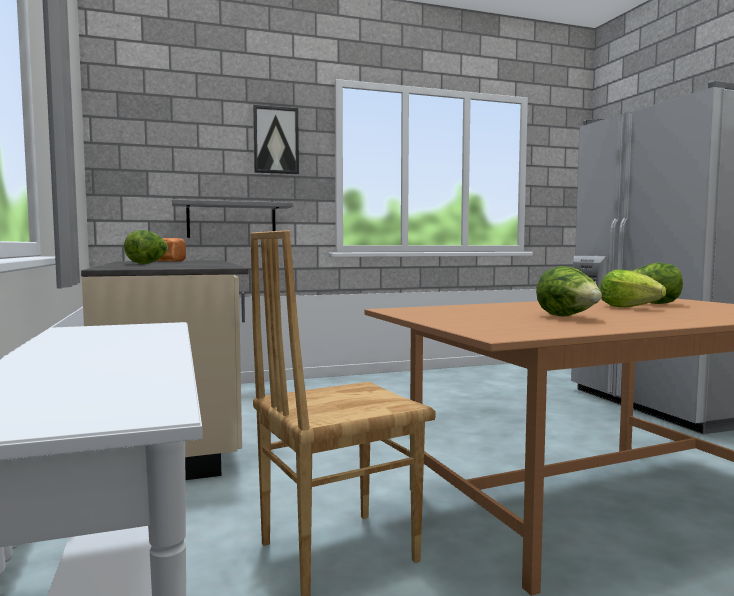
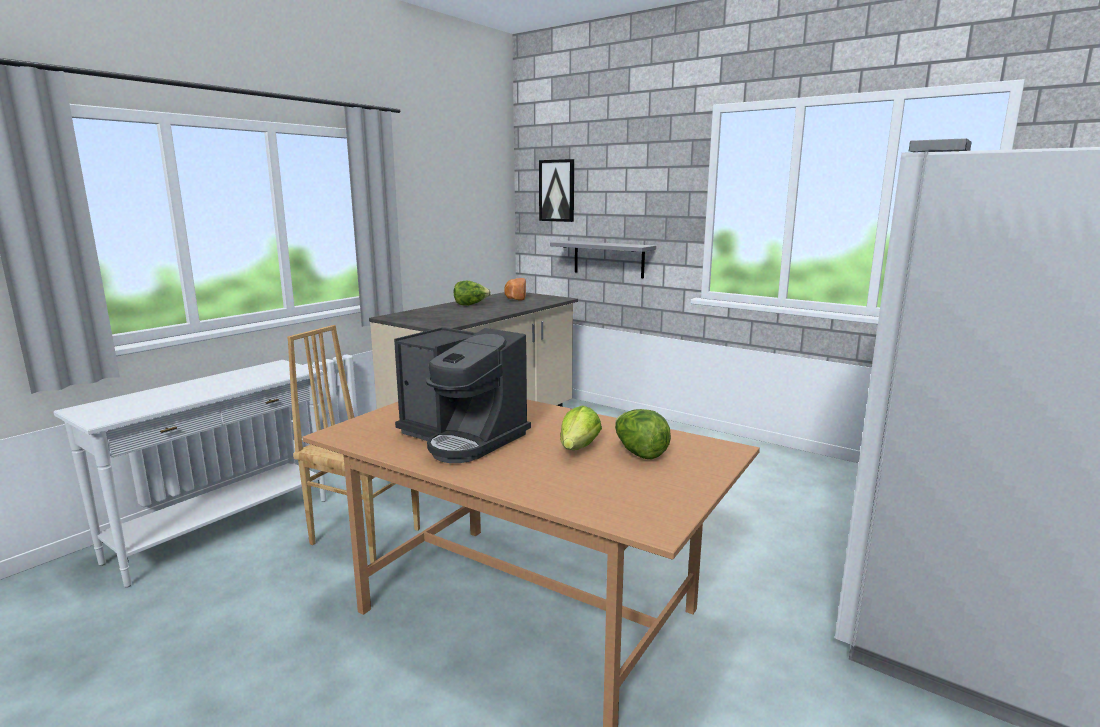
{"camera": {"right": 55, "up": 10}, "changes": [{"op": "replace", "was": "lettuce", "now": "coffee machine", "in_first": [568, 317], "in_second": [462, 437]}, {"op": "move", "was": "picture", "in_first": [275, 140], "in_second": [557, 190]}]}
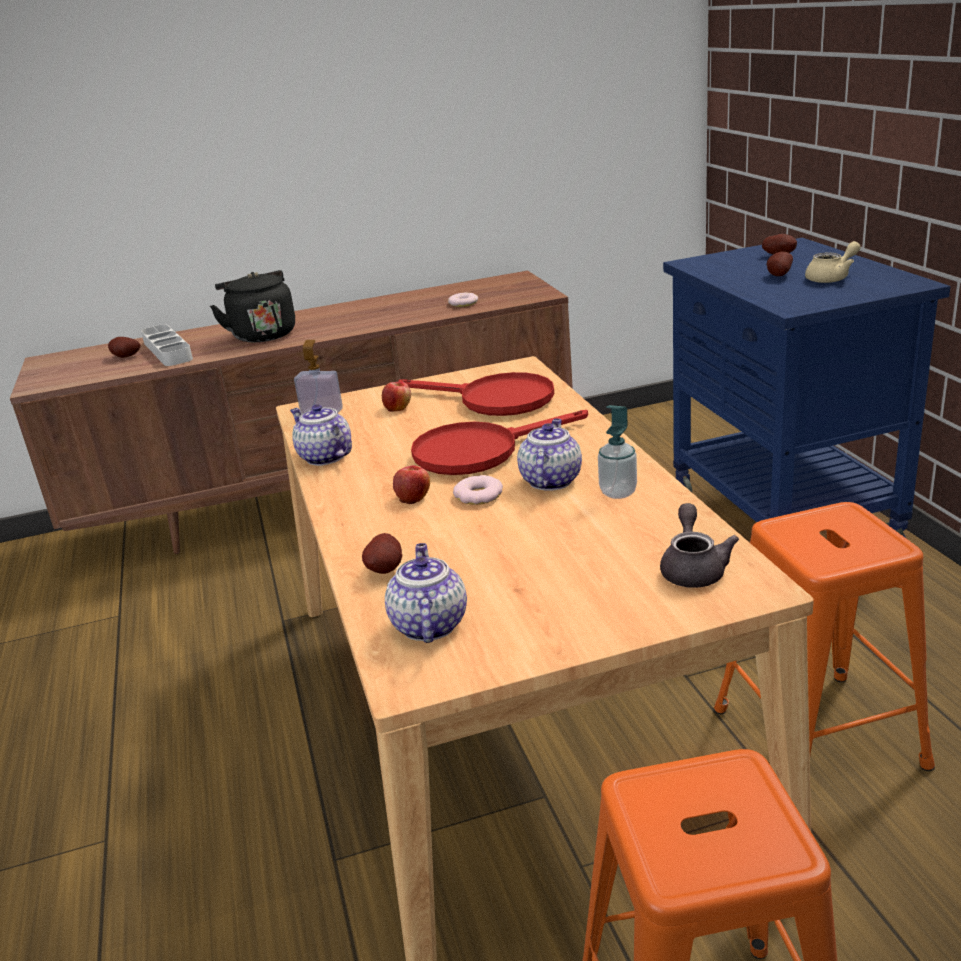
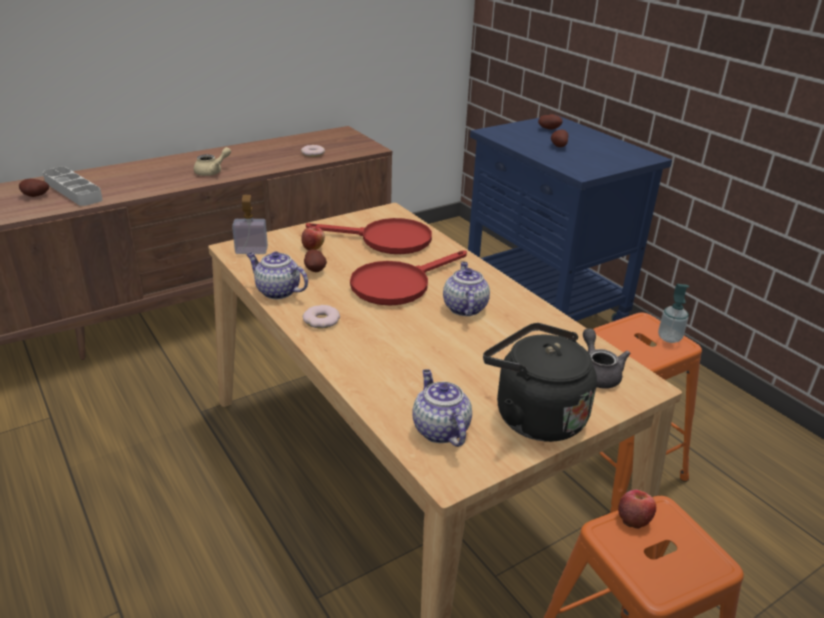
{"camera": {"right": -20, "up": 5}, "changes": [{"op": "move", "was": "beige teapot", "in_first": [832, 278], "in_second": [212, 172]}, {"op": "move", "was": "donut", "in_first": [479, 495], "in_second": [321, 320]}, {"op": "move", "was": "potato", "in_first": [386, 570], "in_second": [315, 270]}, {"op": "move", "was": "black kettle", "in_first": [262, 334], "in_second": [534, 416]}, {"op": "move", "was": "apple", "in_first": [413, 497], "in_second": [634, 518]}, {"op": "move", "was": "soap dispenser", "in_first": [618, 492], "in_second": [669, 338]}]}
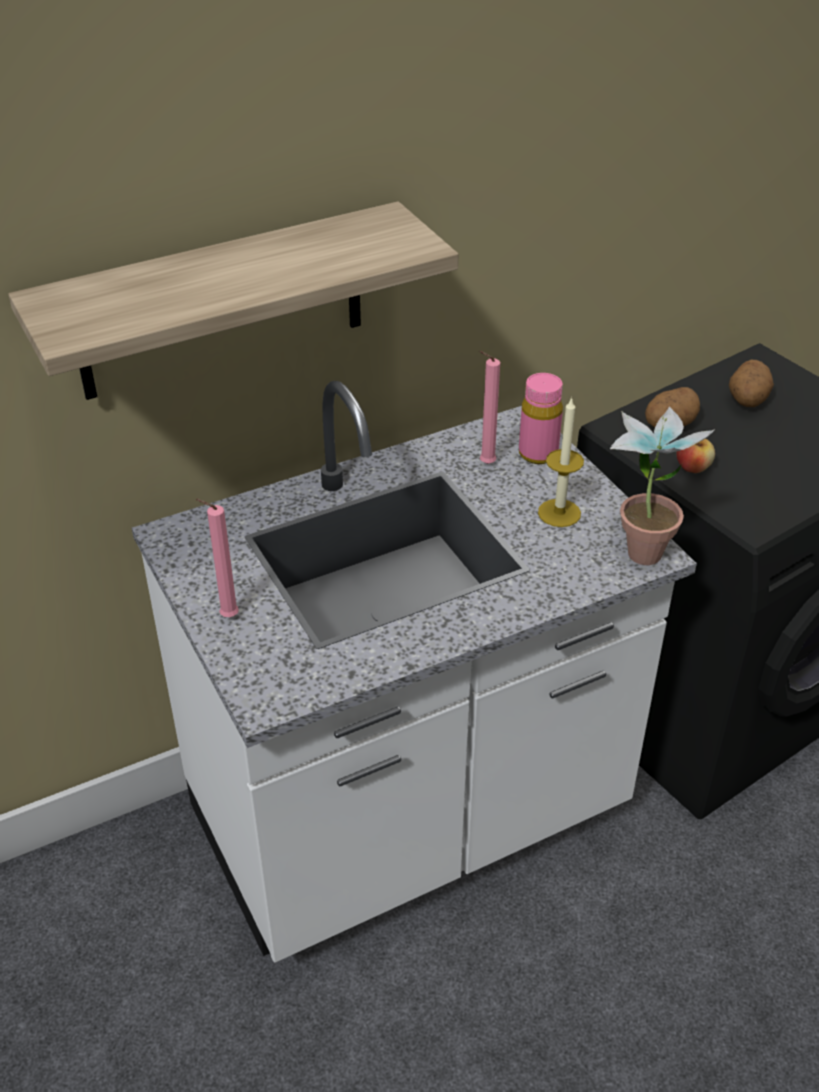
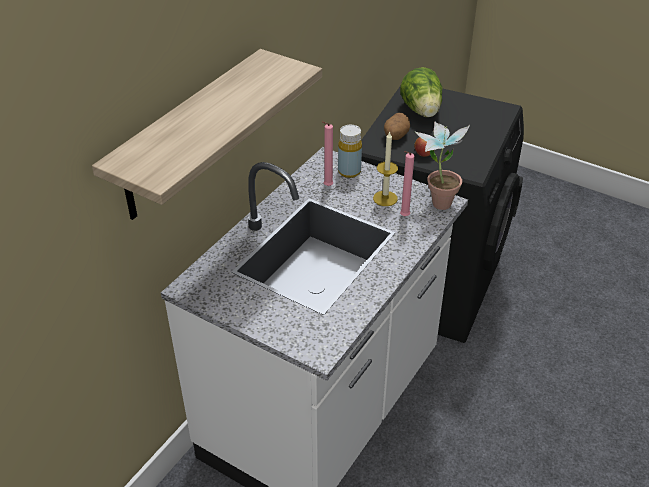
{"camera": {"right": -30, "up": 0}, "changes": [{"op": "recolor", "was": "pink bottle", "now": "yellow bottle", "in_first": [538, 453], "in_second": [349, 172]}, {"op": "replace", "was": "potato", "now": "lettuce", "in_first": [747, 400], "in_second": [422, 111]}, {"op": "move", "was": "pink candle", "in_first": [226, 616], "in_second": [403, 217]}]}
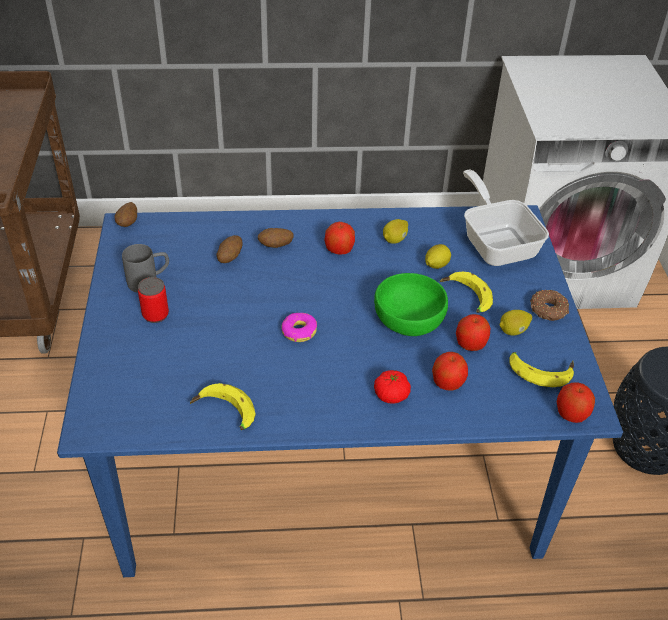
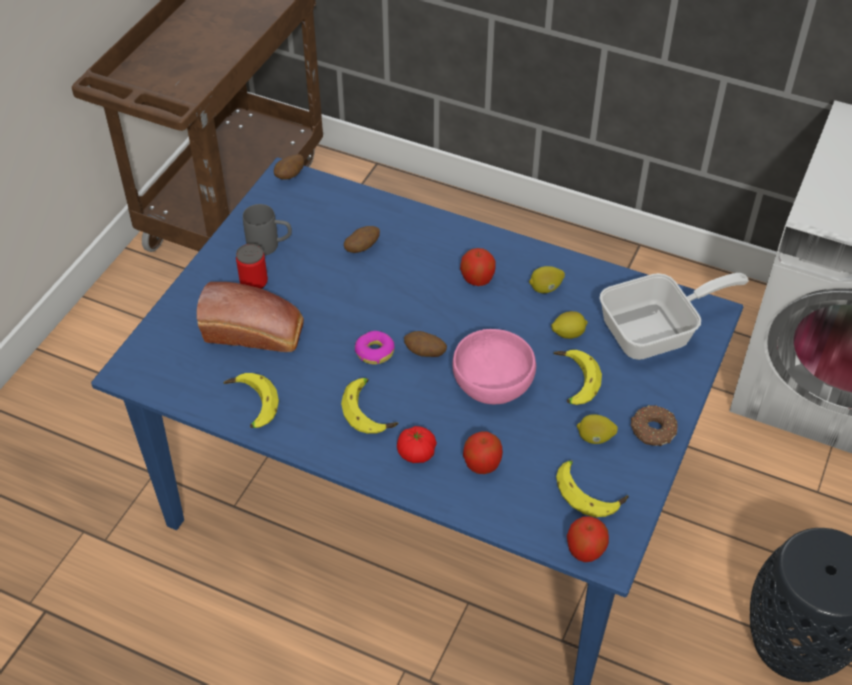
{"camera": {"right": 30, "up": 5}, "changes": [{"op": "insert", "now": "bread", "in_second": [256, 333]}, {"op": "insert", "now": "banana", "in_second": [371, 410]}, {"op": "move", "was": "potato", "in_first": [275, 246], "in_second": [425, 353]}, {"op": "recolor", "was": "green bowl", "now": "pink bowl", "in_first": [409, 321], "in_second": [492, 384]}, {"op": "rotate", "was": "frying pan", "in_first": [496, 242], "in_second": [657, 332], "clockwise": 60}, {"op": "delete", "was": "apple", "in_first": [470, 345]}]}
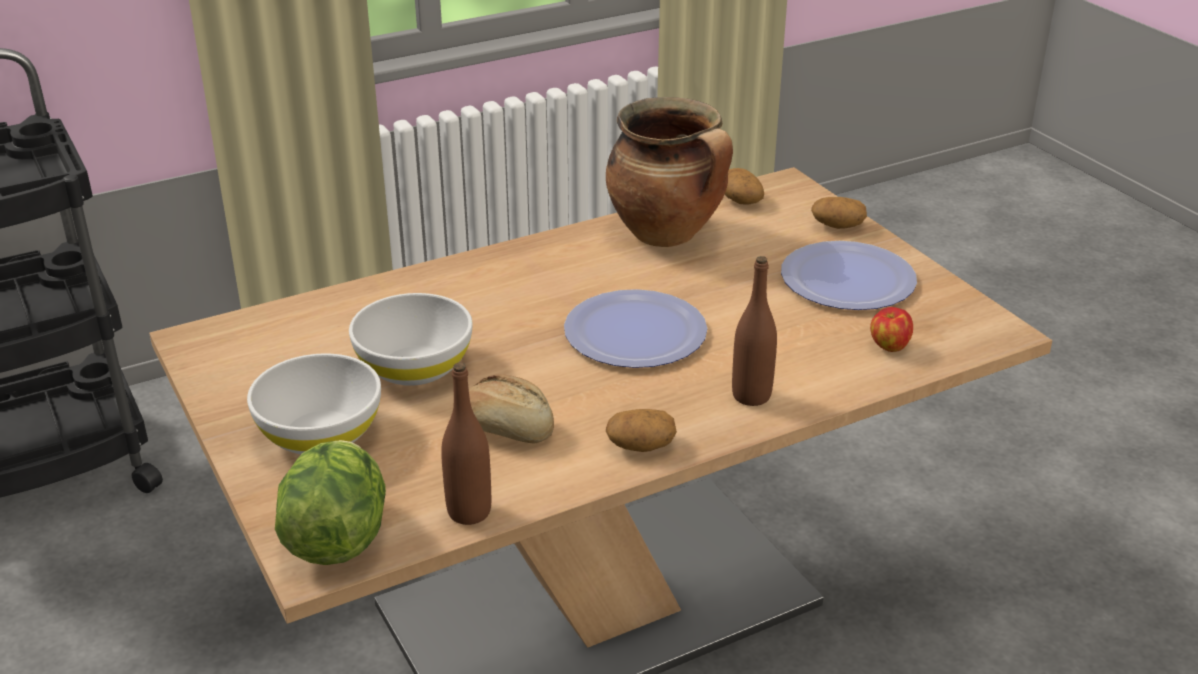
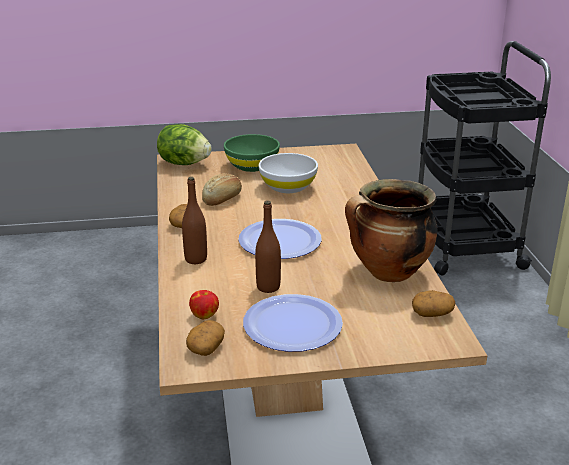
{"camera": {"right": 110, "up": -5}, "changes": [{"op": "move", "was": "potato", "in_first": [837, 225], "in_second": [206, 347]}, {"op": "recolor", "was": "white bowl", "now": "green bowl", "in_first": [321, 434], "in_second": [252, 166]}, {"op": "move", "was": "brown bottle", "in_first": [469, 512], "in_second": [268, 287]}]}
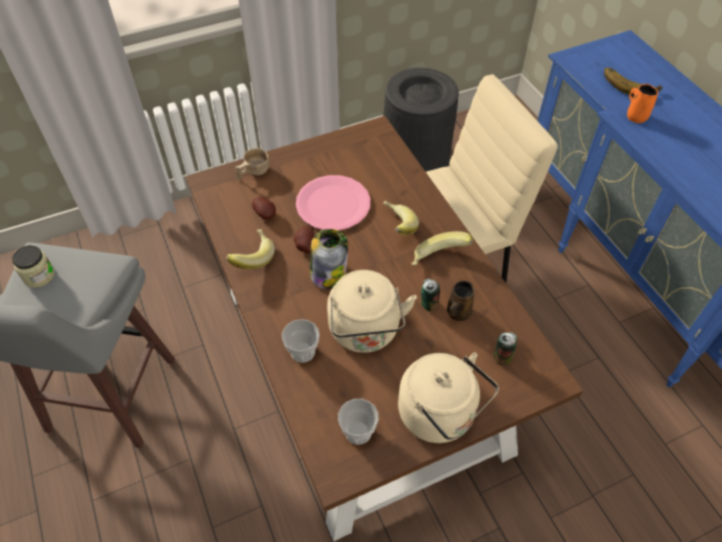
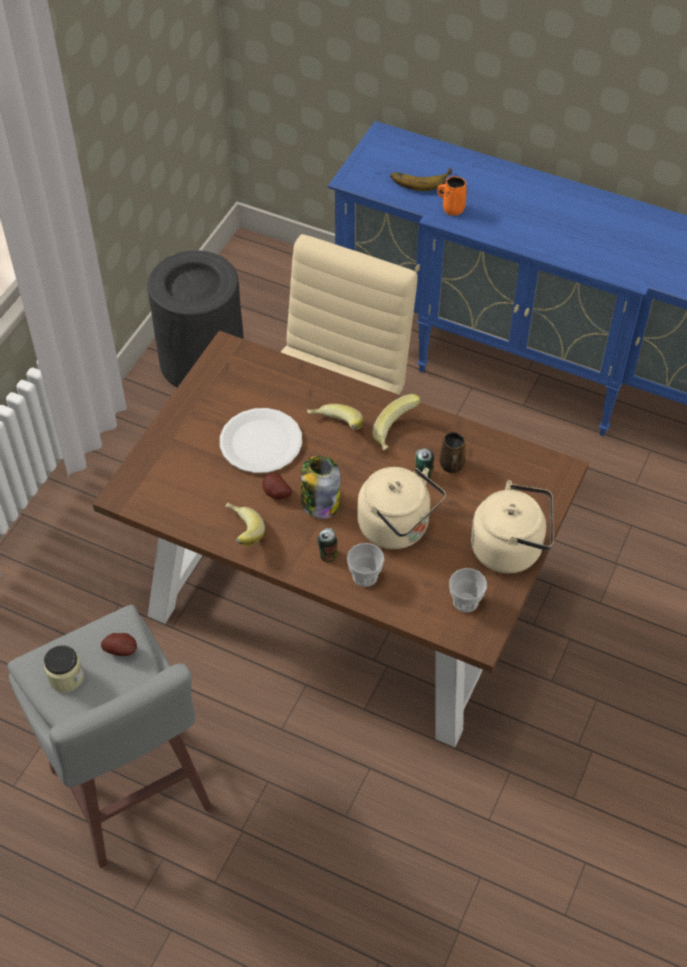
{"camera": {"right": -40, "up": 0}, "changes": [{"op": "move", "was": "potato", "in_first": [266, 214], "in_second": [122, 650]}, {"op": "recolor", "was": "pink plate", "now": "white plate", "in_first": [333, 204], "in_second": [261, 442]}, {"op": "move", "was": "can", "in_first": [502, 357], "in_second": [328, 554]}, {"op": "delete", "was": "beige cup", "in_first": [253, 173]}]}
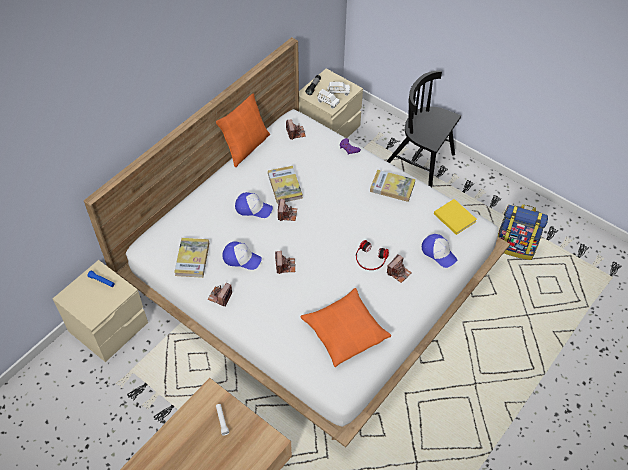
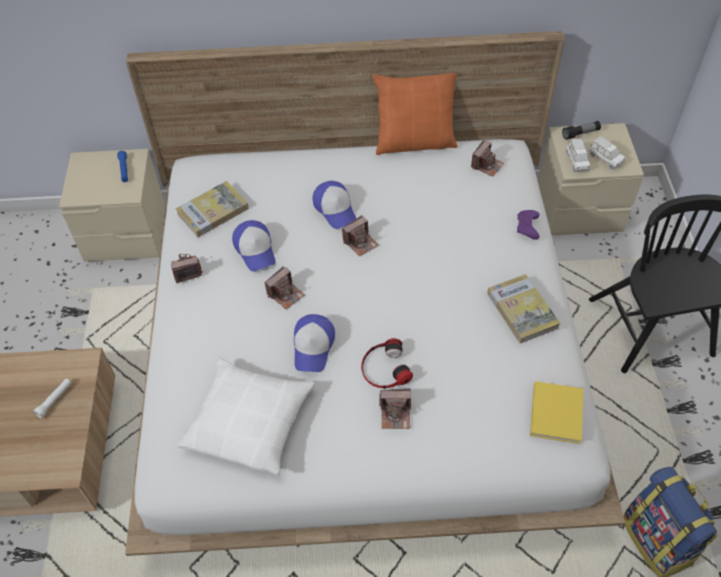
{"camera": {"right": 50, "up": 0}, "changes": [{"op": "recolor", "was": "orange pillow", "now": "white pillow", "in_first": [345, 331], "in_second": [249, 421]}, {"op": "move", "was": "cap", "in_first": [438, 253], "in_second": [313, 346]}, {"op": "delete", "was": "book", "in_first": [285, 186]}]}
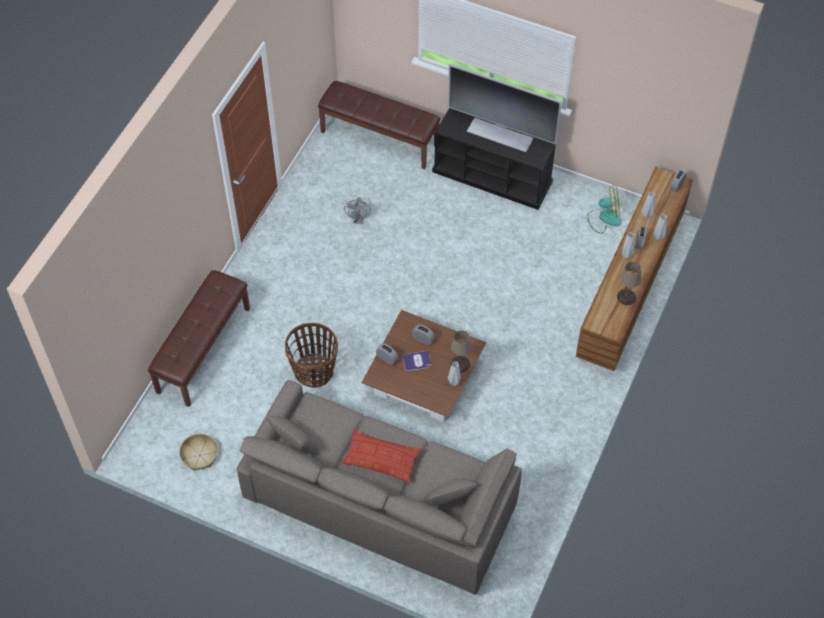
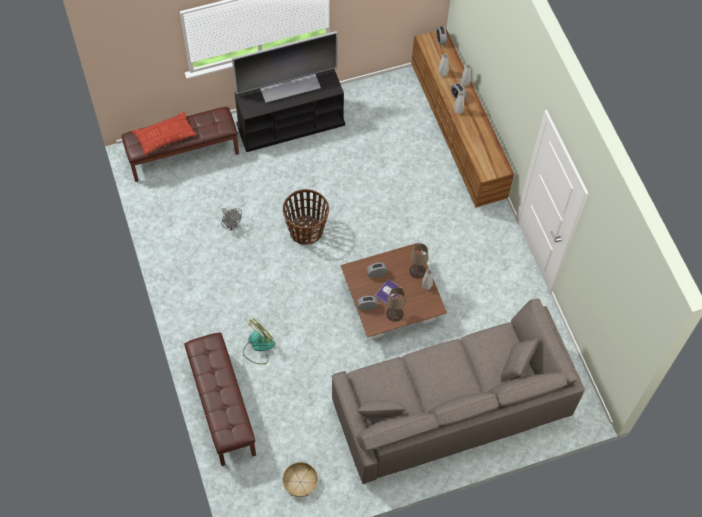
{"camera": {"right": -45, "up": 5}, "changes": [{"op": "move", "was": "pillow", "in_first": [381, 458], "in_second": [164, 135]}, {"op": "move", "was": "fan", "in_first": [604, 218], "in_second": [258, 347]}, {"op": "move", "was": "basket", "in_first": [314, 371], "in_second": [306, 230]}, {"op": "move", "was": "beige table lamp", "in_first": [626, 297], "in_second": [394, 314]}]}
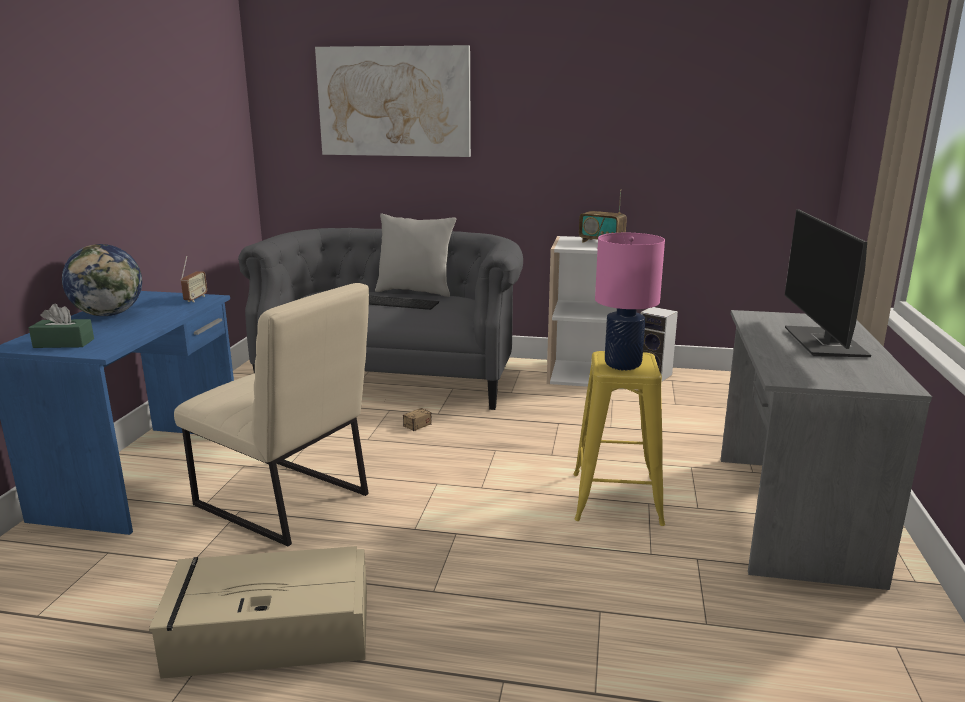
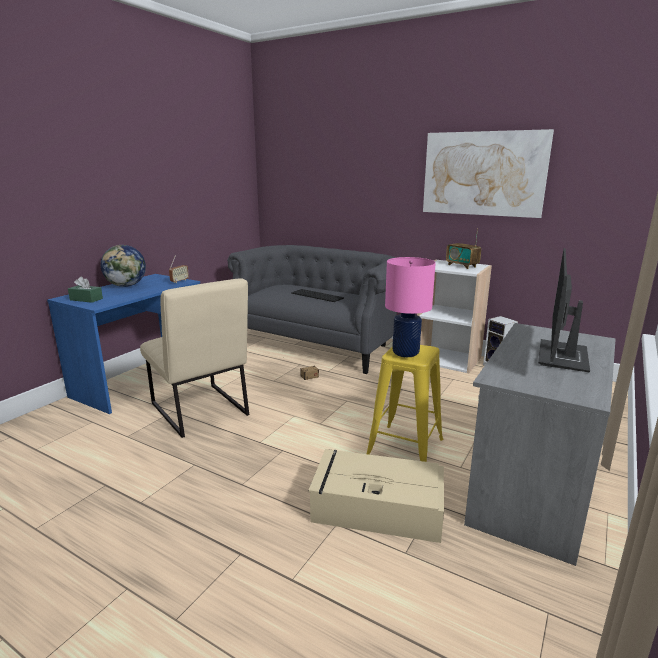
{"camera": {"right": 20, "up": 0}, "changes": [{"op": "move", "was": "beige storage box", "in_first": [268, 631], "in_second": [375, 507]}, {"op": "move", "was": "picture", "in_first": [394, 102], "in_second": [483, 174]}, {"op": "delete", "was": "grey pillow", "in_first": [415, 291]}]}
